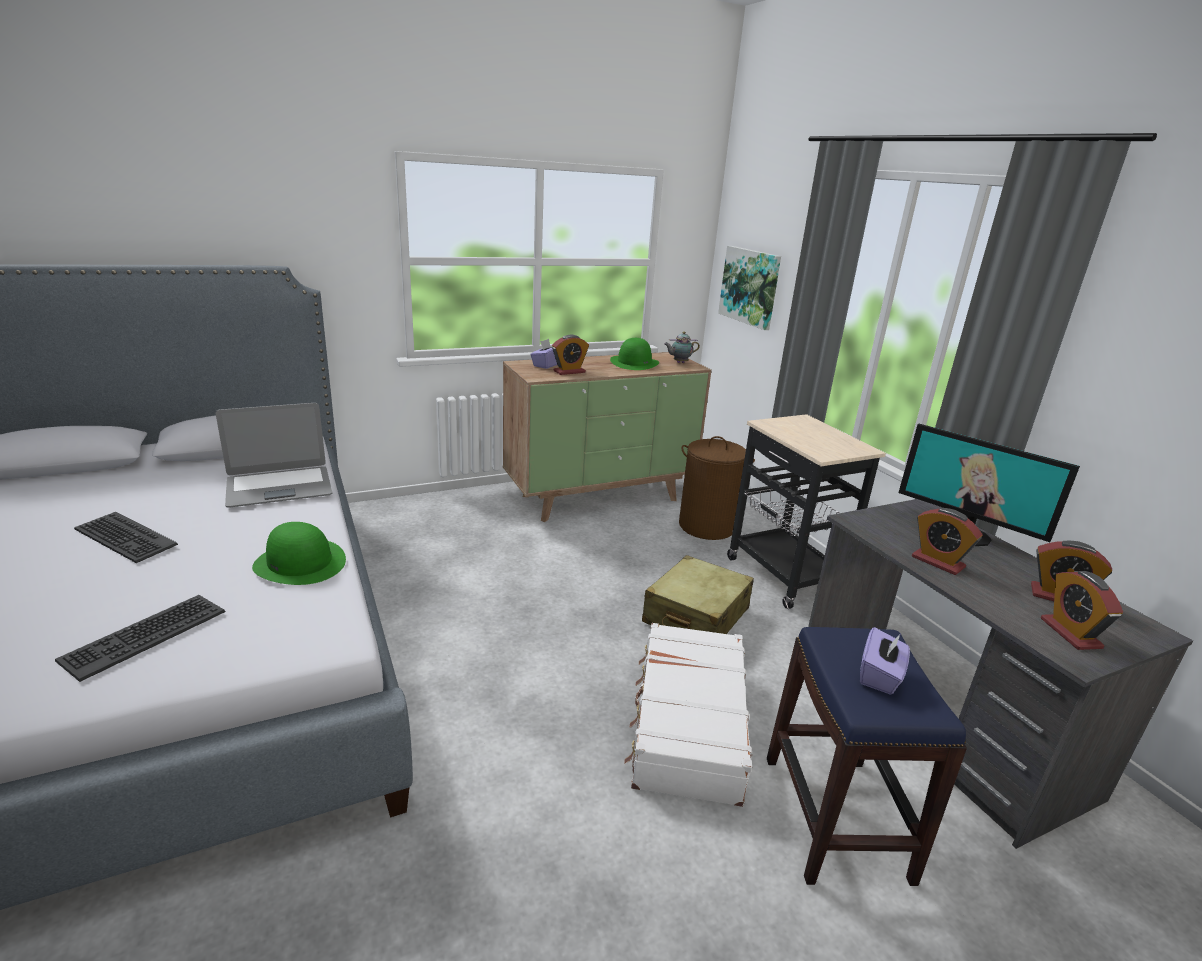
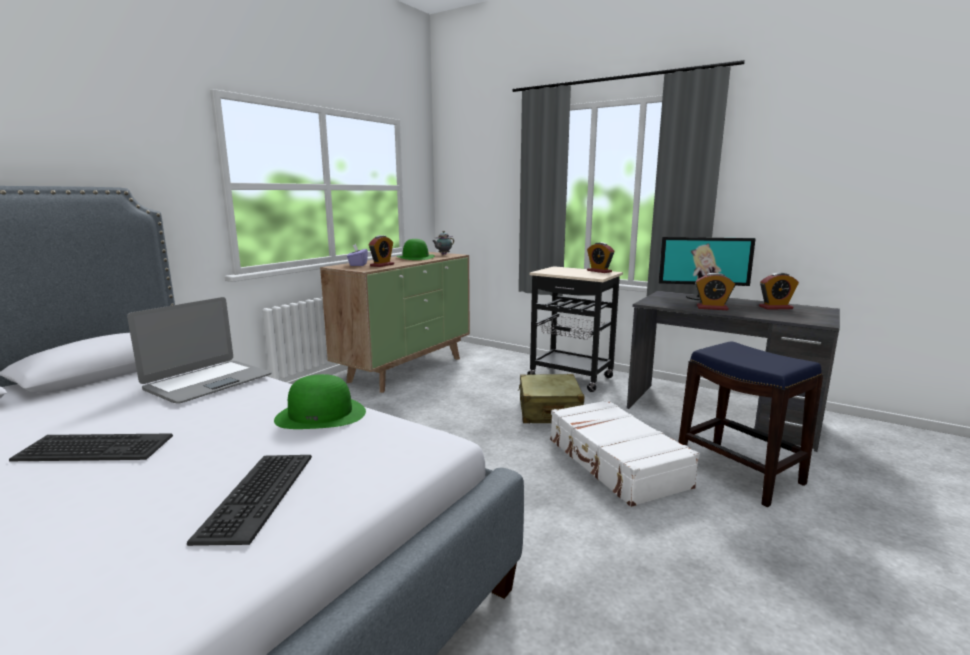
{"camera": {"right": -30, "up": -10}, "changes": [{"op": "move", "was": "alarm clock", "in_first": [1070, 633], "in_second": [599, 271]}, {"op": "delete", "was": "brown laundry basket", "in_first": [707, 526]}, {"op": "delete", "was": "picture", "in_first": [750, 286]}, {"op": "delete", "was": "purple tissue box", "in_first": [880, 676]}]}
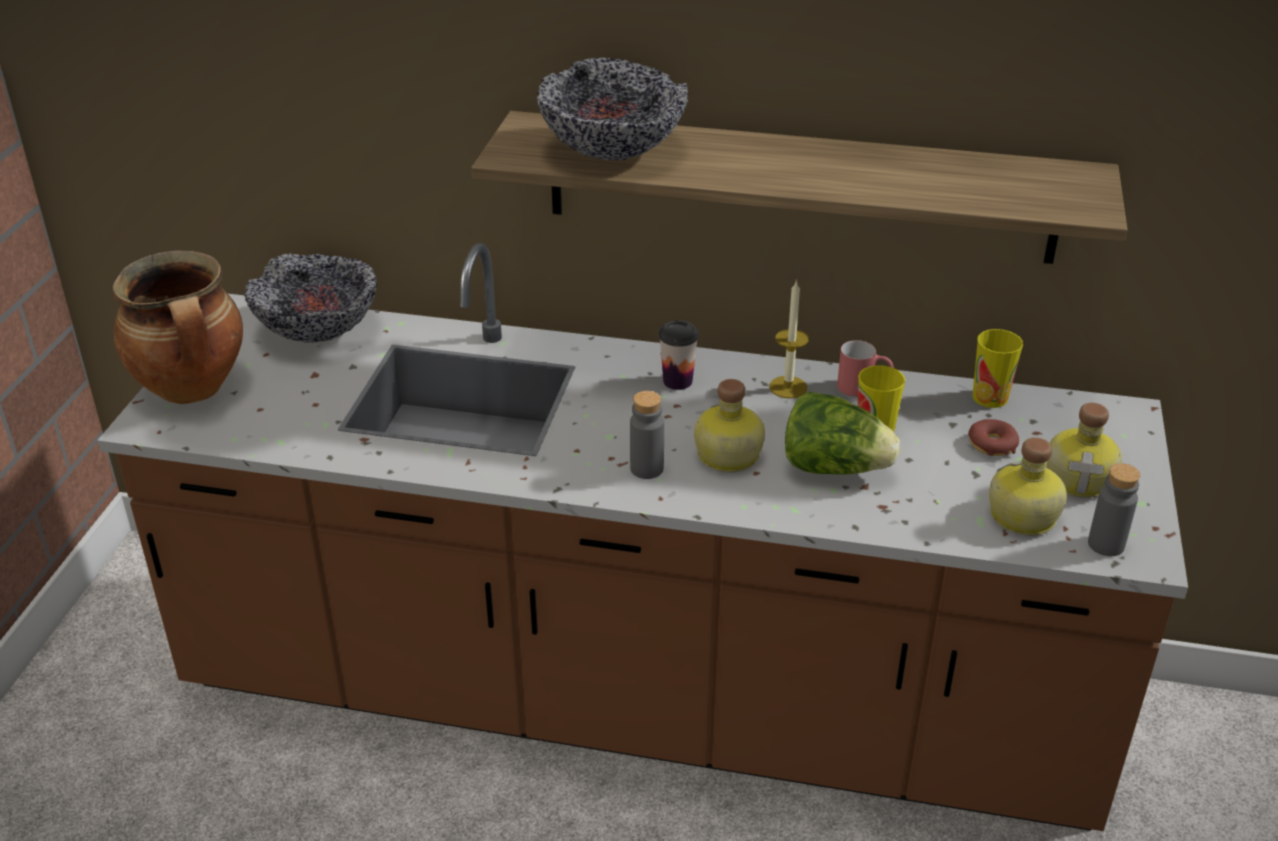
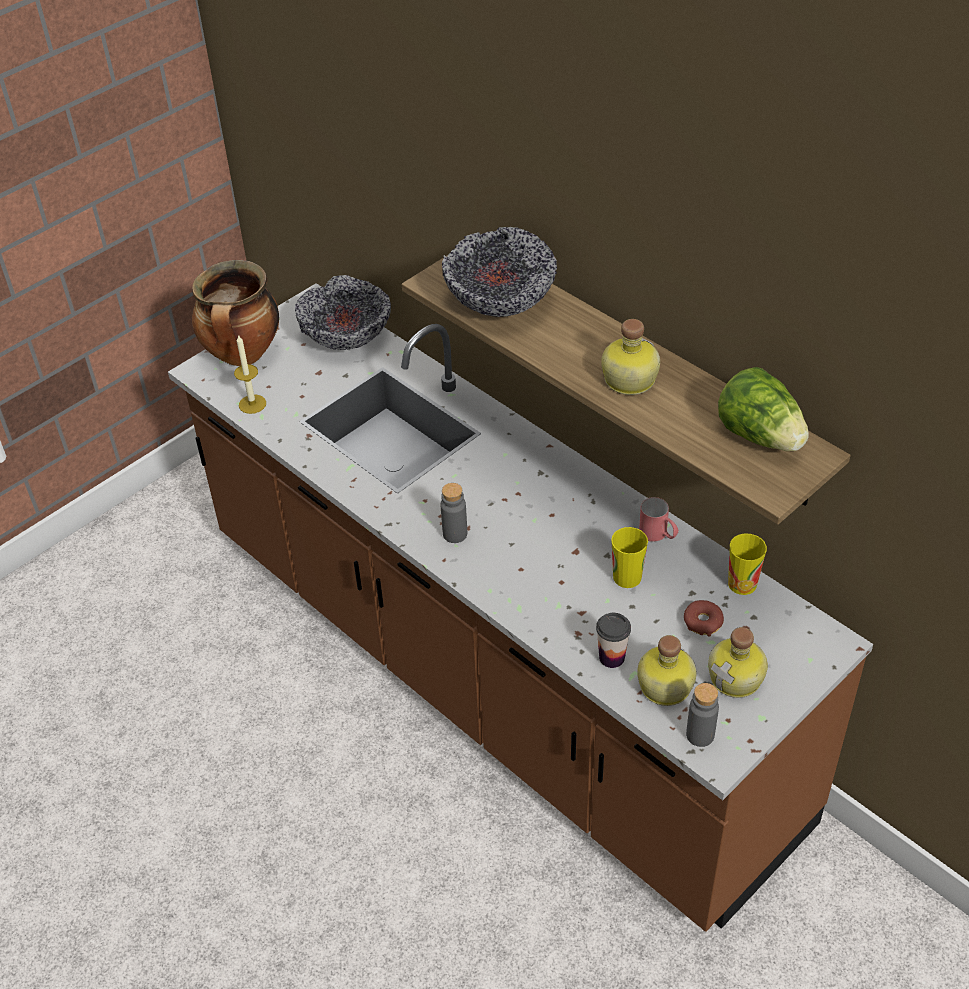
{"camera": {"right": 35, "up": 10}, "changes": [{"op": "move", "was": "candle", "in_first": [788, 387], "in_second": [252, 404]}, {"op": "move", "was": "cup", "in_first": [677, 381], "in_second": [611, 657]}, {"op": "move", "was": "bottle", "in_first": [726, 456], "in_second": [627, 379]}, {"op": "move", "was": "lettuce", "in_first": [834, 468], "in_second": [760, 436]}]}
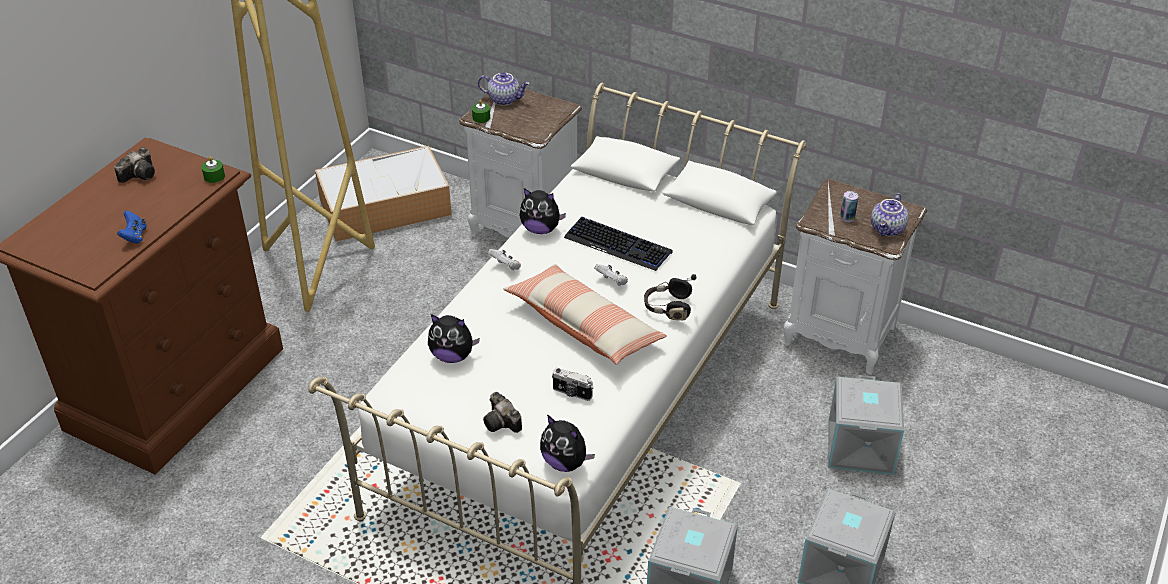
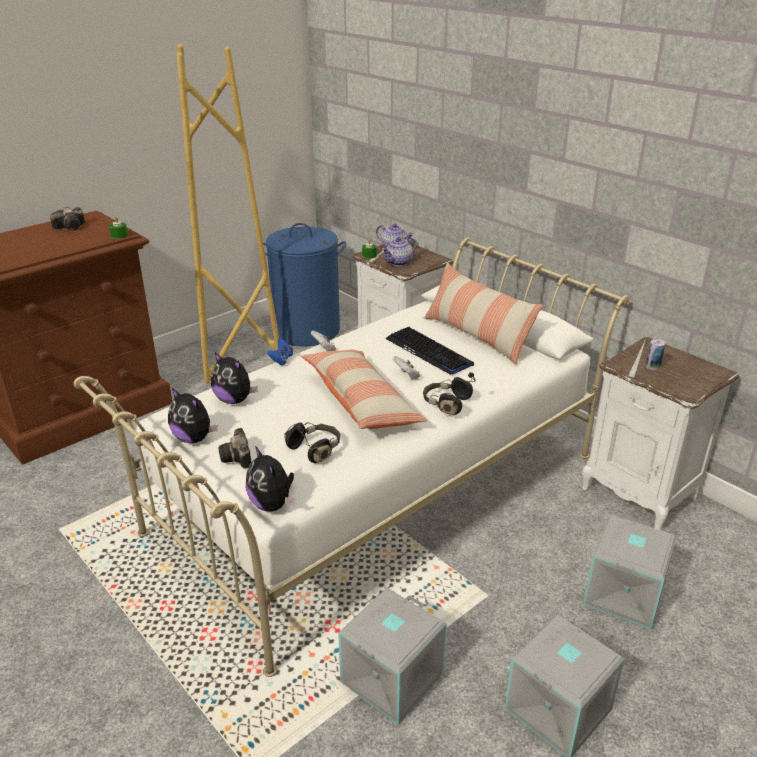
{"camera": {"right": 20, "up": -10}, "changes": [{"op": "move", "was": "plush toy", "in_first": [541, 229], "in_second": [194, 438]}, {"op": "replace", "was": "storage box", "now": "blue laundry basket", "in_first": [386, 206], "in_second": [307, 331]}, {"op": "move", "was": "blue game controller", "in_first": [135, 236], "in_second": [281, 360]}, {"op": "replace", "was": "photo camera", "now": "black headphones", "in_first": [572, 393], "in_second": [315, 449]}, {"op": "move", "was": "teapot", "in_first": [888, 229], "in_second": [399, 263]}, {"op": "insert", "now": "pillow", "in_second": [477, 336]}]}
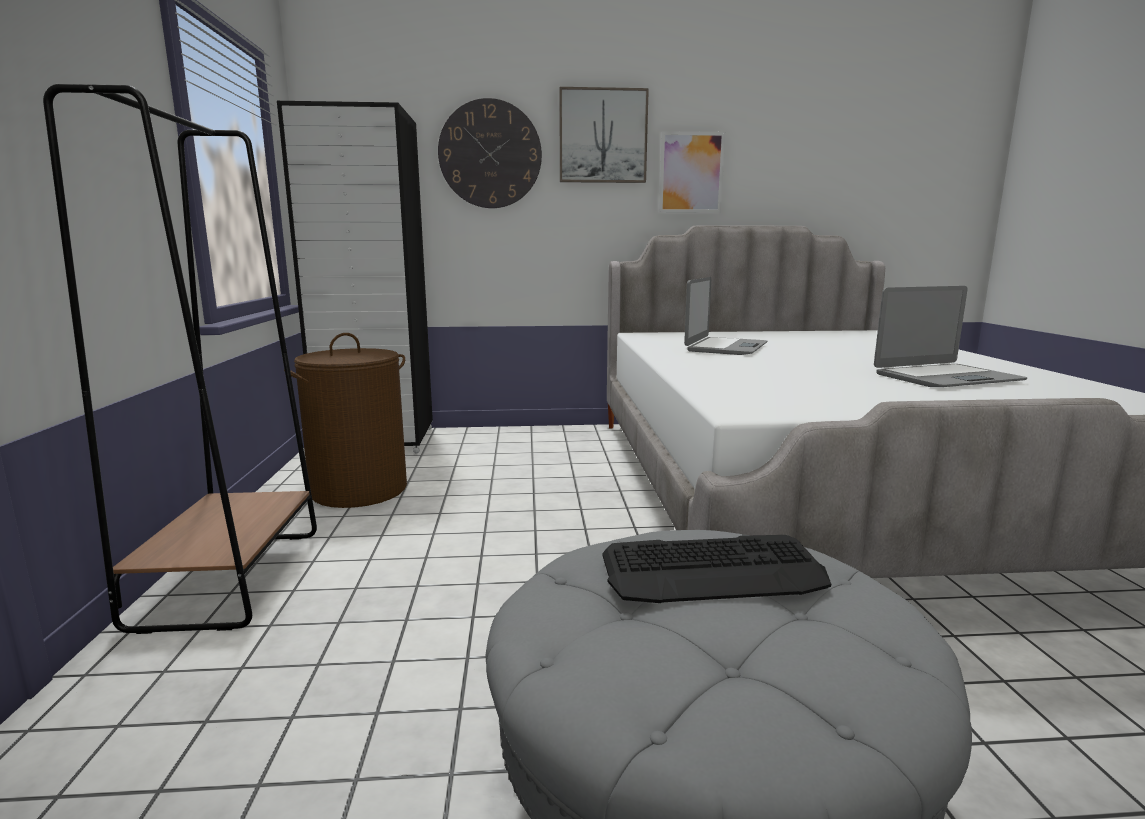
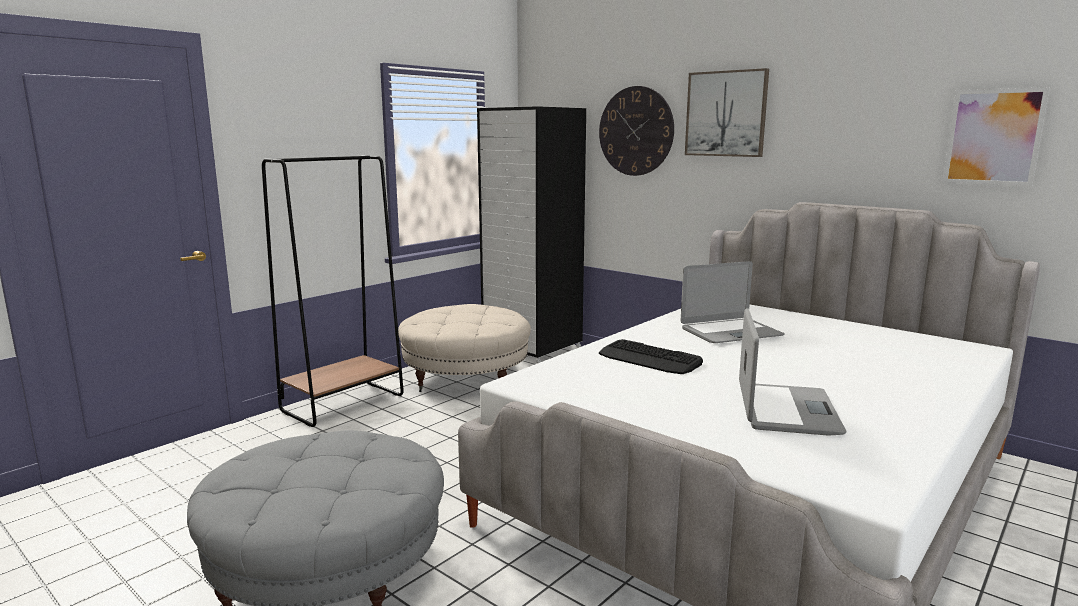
{"camera": {"right": 45, "up": 0}, "changes": [{"op": "replace", "was": "brown laundry basket", "now": "beige ottoman", "in_first": [359, 490], "in_second": [466, 377]}, {"op": "move", "was": "keyboard", "in_first": [713, 571], "in_second": [649, 359]}, {"op": "rotate", "was": "laptop", "in_first": [945, 378], "in_second": [785, 410], "clockwise": -105}, {"op": "move", "was": "picture", "in_first": [691, 173], "in_second": [993, 137]}]}
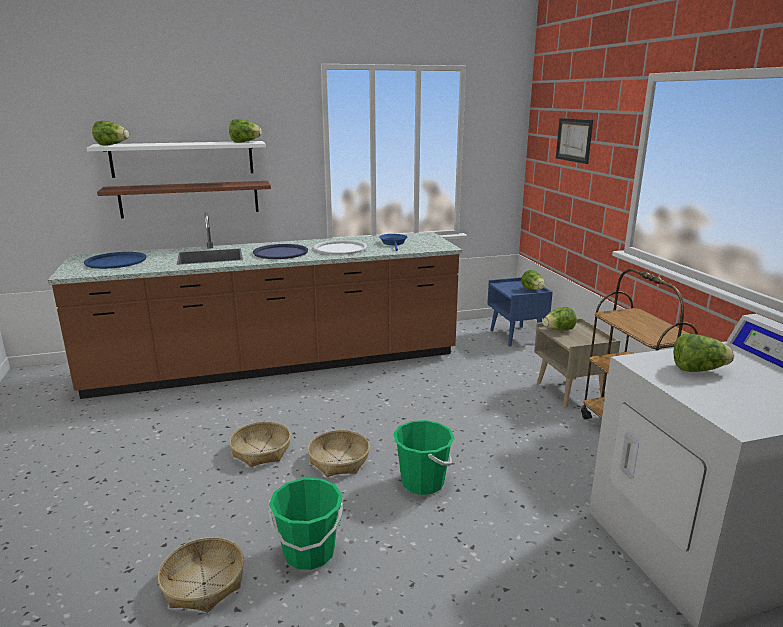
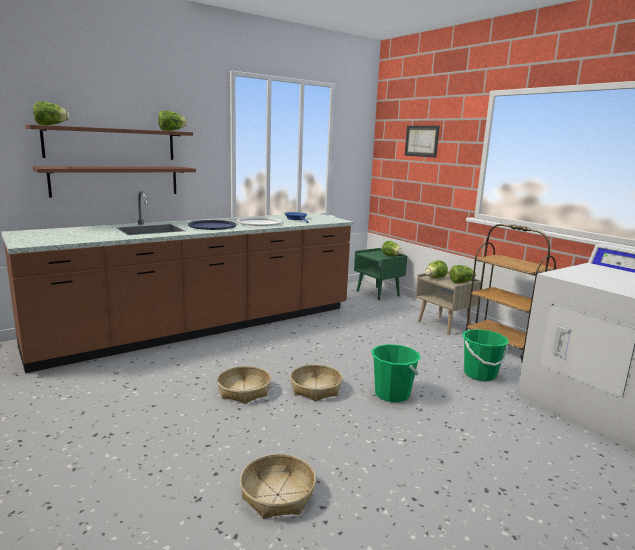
{"camera": {"right": -20, "up": -5}, "changes": [{"op": "recolor", "was": "white shelf", "now": "brown shelf", "in_first": [183, 159], "in_second": [111, 143]}, {"op": "recolor", "was": "blue nightstand", "now": "green nightstand", "in_first": [516, 336], "in_second": [378, 293]}, {"op": "move", "was": "lettuce", "in_first": [698, 370], "in_second": [461, 282]}, {"op": "move", "was": "green bucket", "in_first": [309, 552], "in_second": [480, 374]}, {"op": "delete", "was": "blue tray", "in_first": [115, 261]}]}
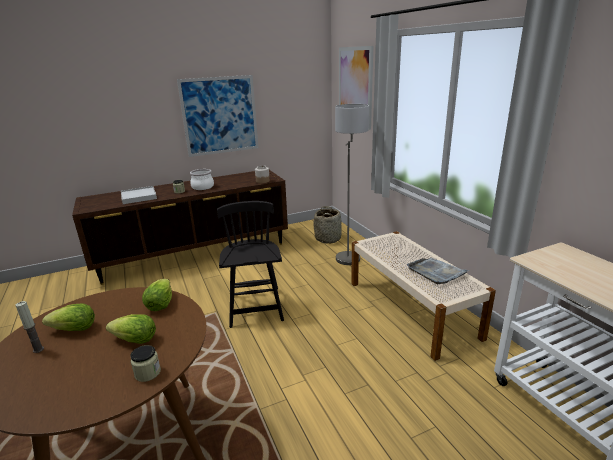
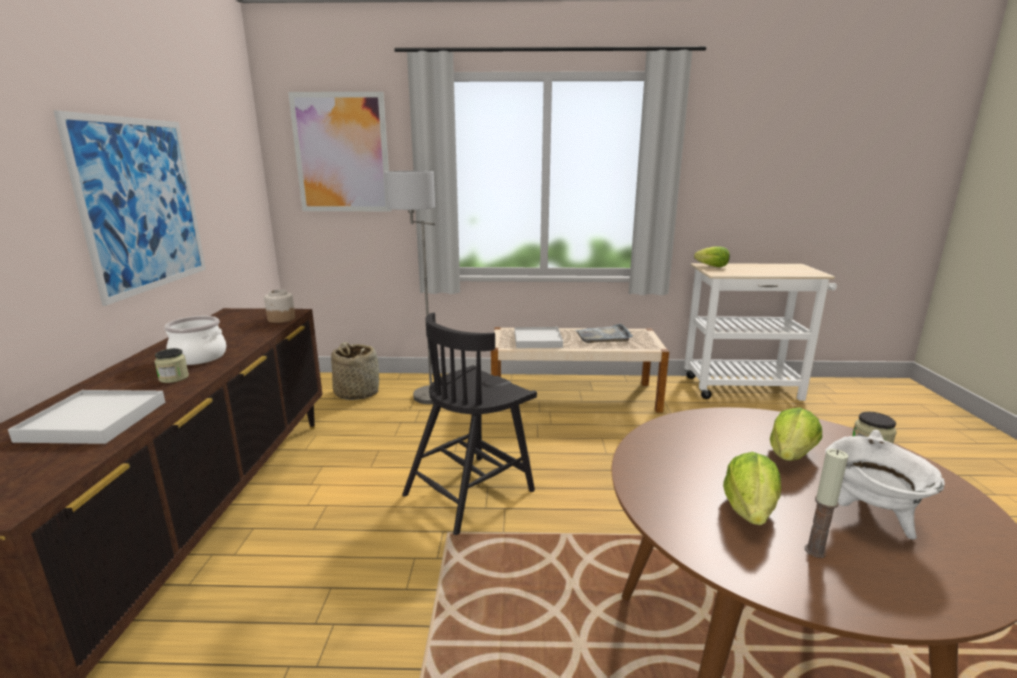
{"camera": {"right": -65, "up": -5}, "changes": [{"op": "rotate", "was": "black chair", "in_first": [255, 307], "in_second": [471, 491], "clockwise": -60}, {"op": "insert", "now": "white tray", "in_second": [537, 340]}, {"op": "move", "was": "lettuce", "in_first": [160, 304], "in_second": [712, 266]}, {"op": "insert", "now": "white cooking pot", "in_second": [869, 518]}]}
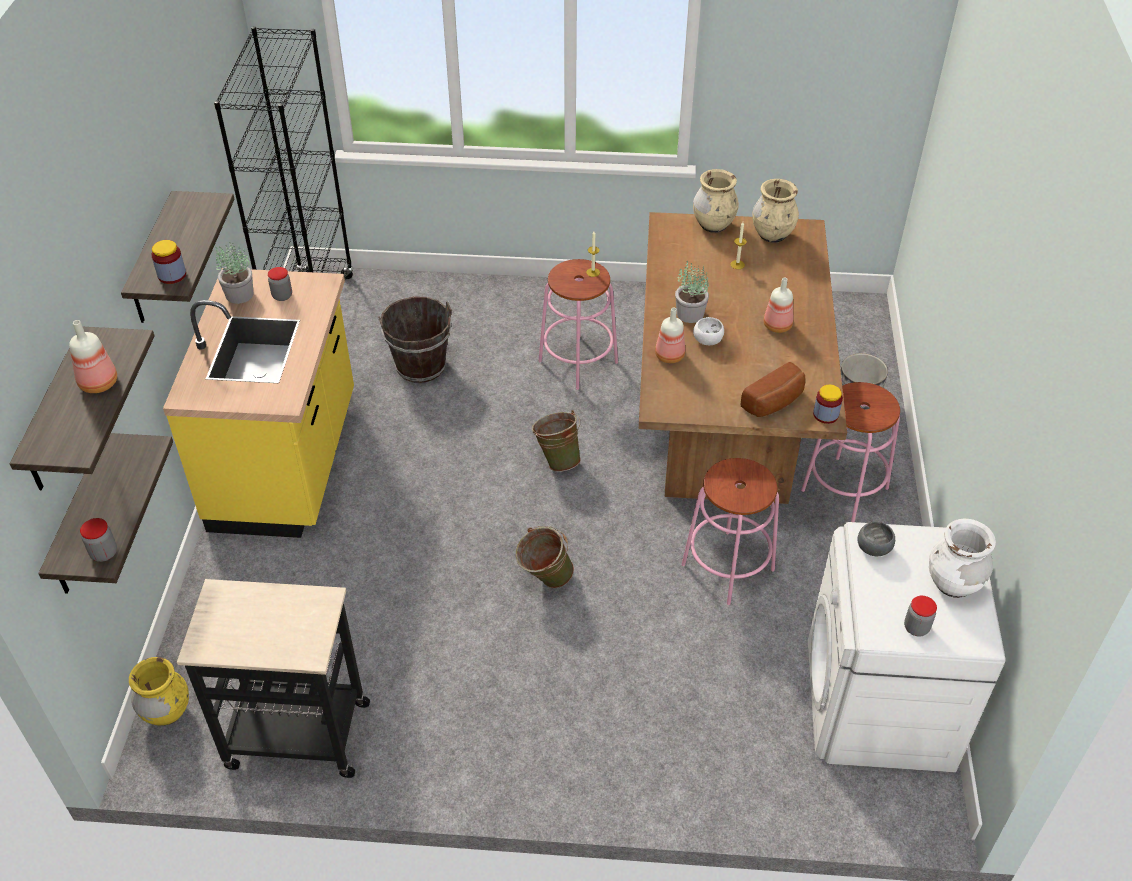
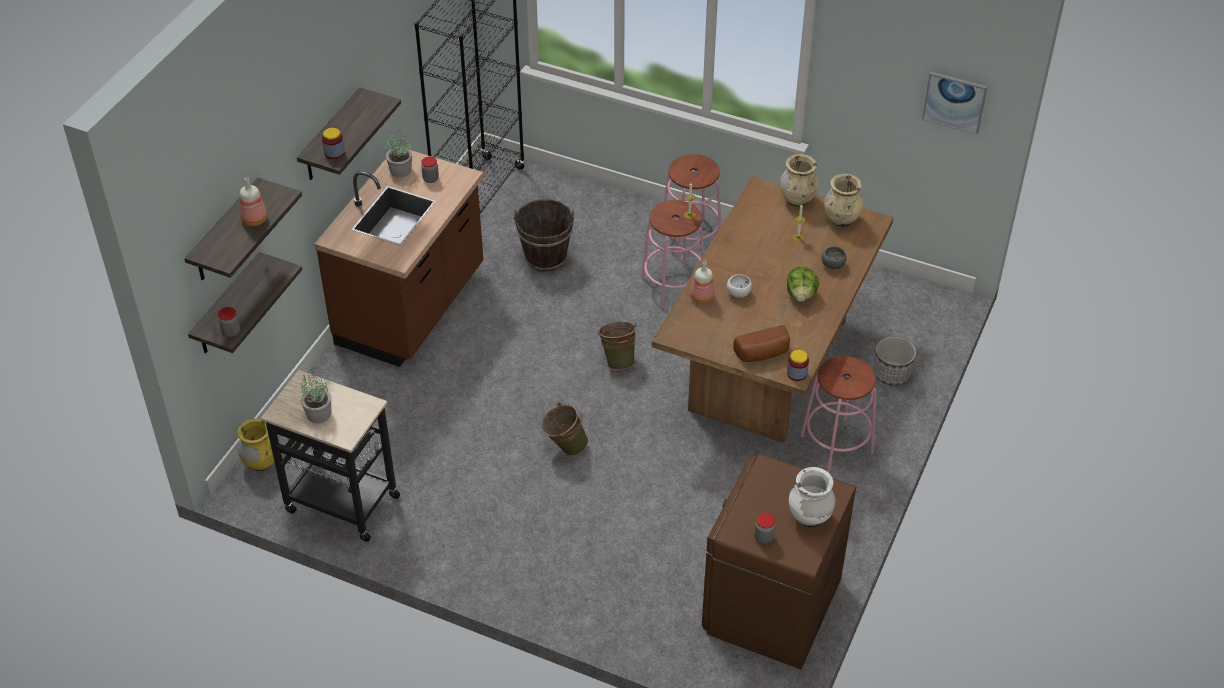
{"camera": {"right": 20, "up": 0}, "changes": [{"op": "move", "was": "potted plant", "in_first": [689, 314], "in_second": [318, 413]}, {"op": "recolor", "was": "yellow counter", "now": "brown counter", "in_first": [287, 463], "in_second": [412, 308]}, {"op": "move", "was": "pink stool", "in_first": [727, 567], "in_second": [690, 238]}, {"op": "recolor", "was": "white washing machine", "now": "brown washing machine", "in_first": [876, 703], "in_second": [769, 605]}, {"op": "replace", "was": "bottle", "now": "lettuce", "in_first": [777, 325], "in_second": [801, 295]}, {"op": "move", "was": "grey bowl", "in_first": [874, 548], "in_second": [833, 265]}, {"op": "insert", "now": "picture", "in_second": [954, 102]}]}
